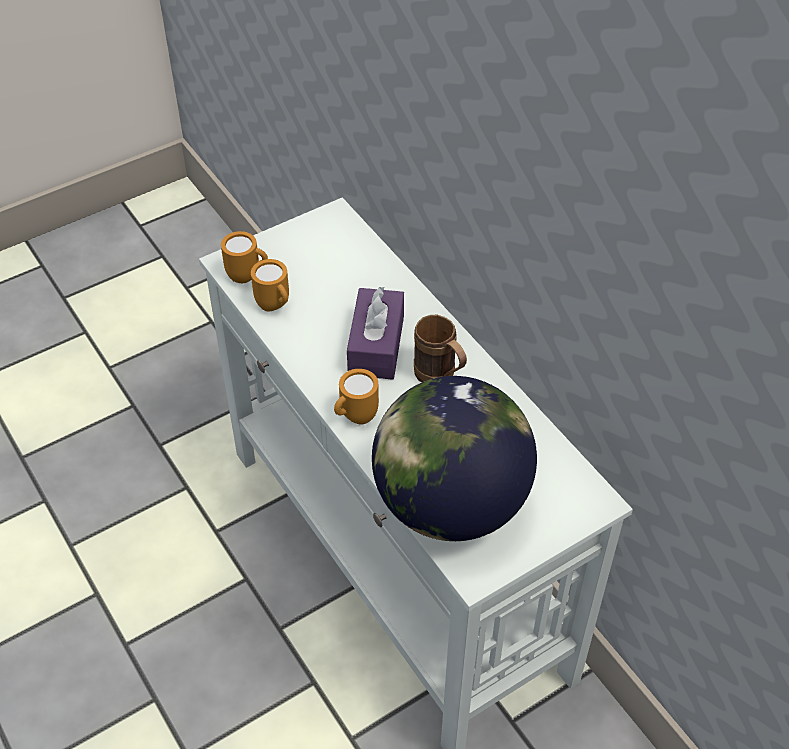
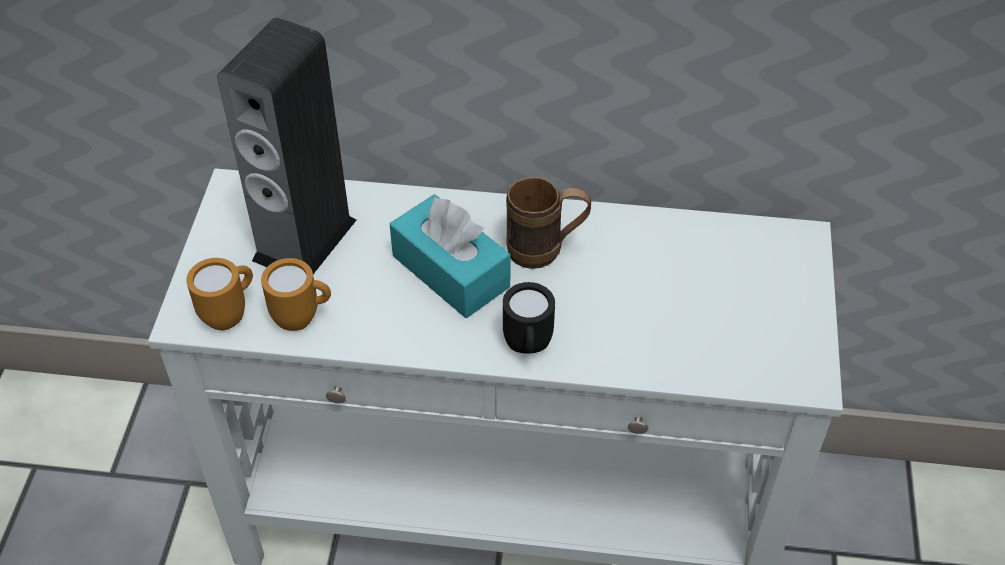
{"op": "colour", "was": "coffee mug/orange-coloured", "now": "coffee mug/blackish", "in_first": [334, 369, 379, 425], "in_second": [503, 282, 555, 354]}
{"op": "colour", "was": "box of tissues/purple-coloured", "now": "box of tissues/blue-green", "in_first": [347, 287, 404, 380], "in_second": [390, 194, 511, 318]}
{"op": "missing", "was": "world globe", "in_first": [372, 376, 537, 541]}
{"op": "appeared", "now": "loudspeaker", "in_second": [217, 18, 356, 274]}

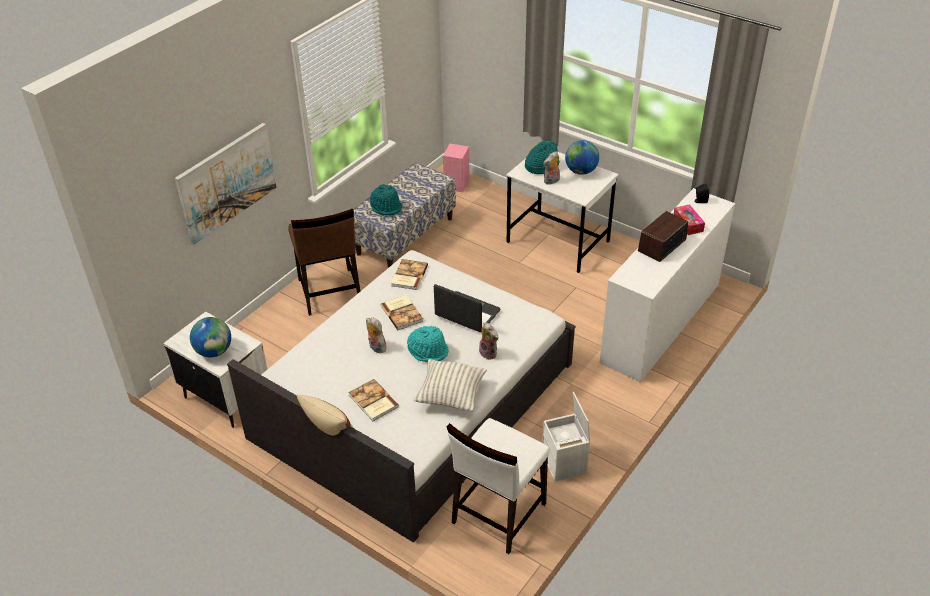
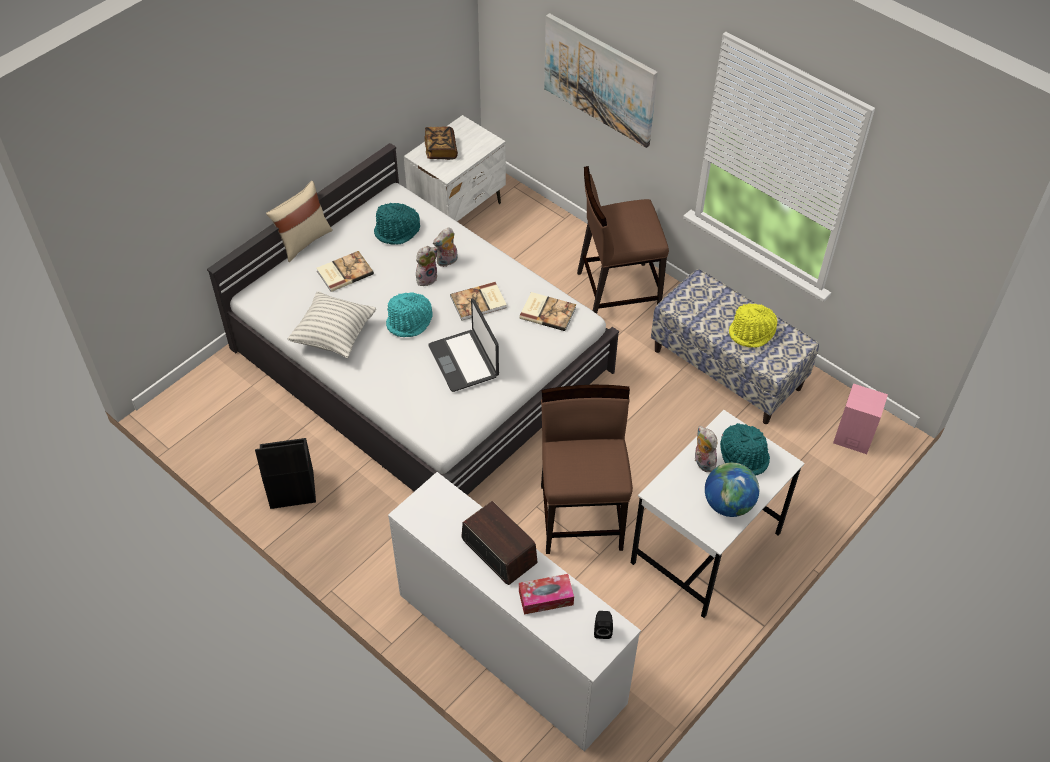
{"op": "exchanged", "was": "world globe", "now": "volume", "in_first": [190, 317, 231, 357], "in_second": [424, 126, 458, 160]}
{"op": "relocated", "was": "hat/blue-green", "in_first": [370, 184, 402, 216], "in_second": [374, 203, 420, 245]}
{"op": "spun", "was": "laptop", "in_first": [434, 284, 501, 332], "in_second": [429, 299, 499, 392], "clockwise": 120}
{"op": "missing", "was": "chair/white-coloured", "in_first": [447, 418, 550, 554]}
{"op": "relocated", "was": "cuddly toy", "in_first": [479, 322, 498, 360], "in_second": [433, 227, 458, 267]}
{"op": "colour", "was": "storage container/white-coloured", "now": "storage container/blackish", "in_first": [542, 392, 590, 482], "in_second": [255, 438, 316, 509]}
{"op": "appeared", "now": "chair/brownish", "in_second": [541, 385, 633, 554]}
{"op": "appeared", "now": "hat/yellowish", "in_second": [729, 303, 777, 348]}

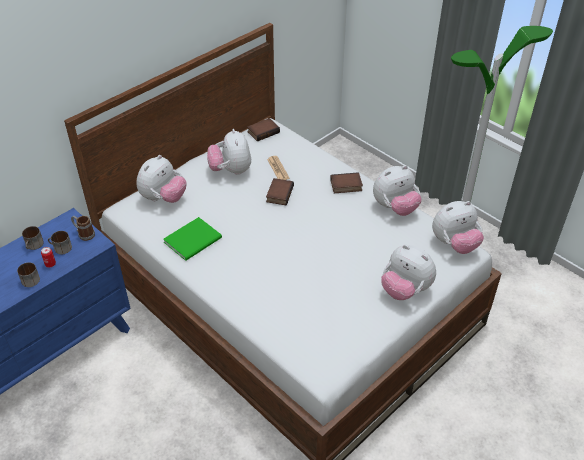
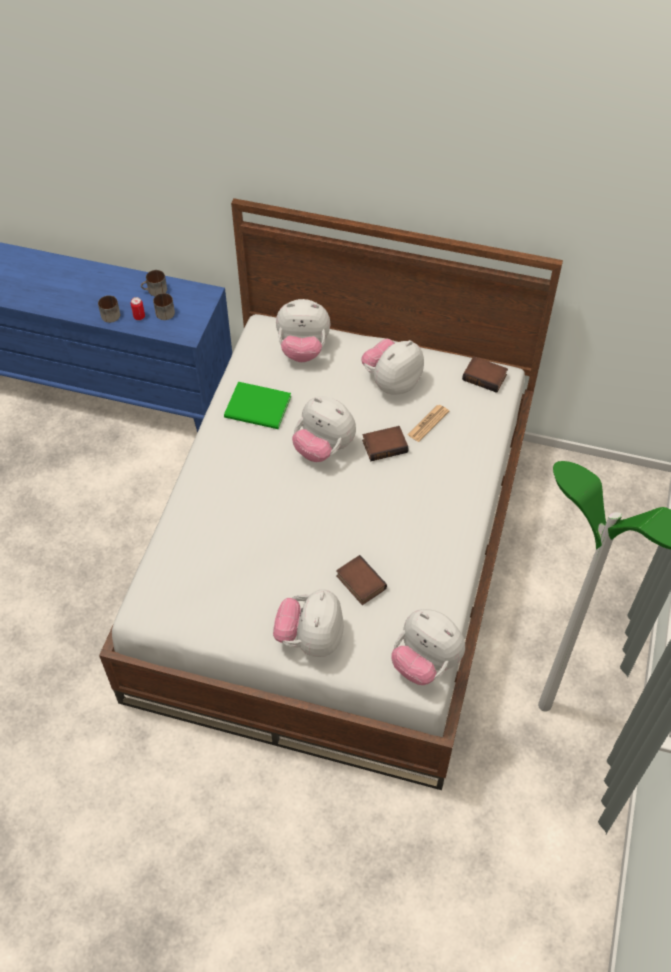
{"op": "missing", "was": "coffee mug", "in_first": [71, 216, 95, 241]}
{"op": "relocated", "was": "volume", "in_first": [330, 172, 363, 193], "in_second": [336, 555, 387, 605]}
{"op": "relocated", "was": "cuddly toy", "in_first": [373, 165, 422, 216], "in_second": [292, 397, 356, 462]}

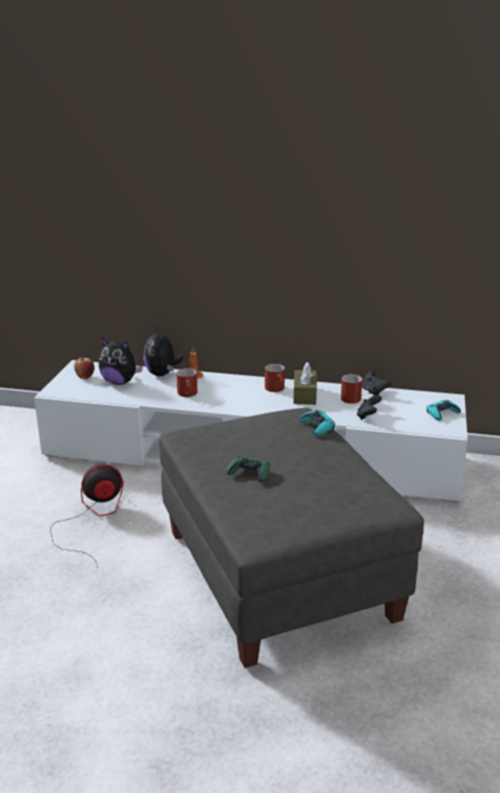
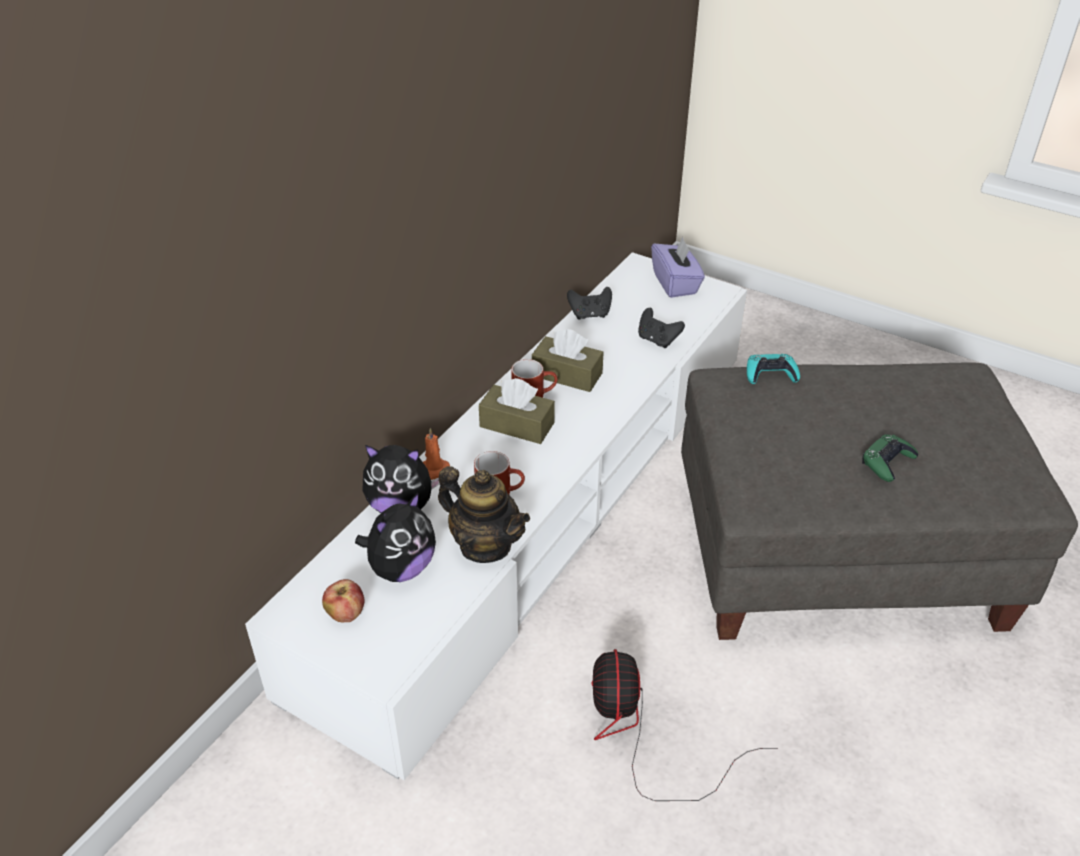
{"op": "missing", "was": "coffee mug/reddish", "in_first": [341, 374, 362, 404]}
{"op": "exchanged", "was": "joypad/blue-green", "now": "box of tissues/purple-coloured", "in_first": [427, 400, 461, 421], "in_second": [651, 237, 705, 298]}
{"op": "appeared", "now": "teapot", "in_second": [438, 466, 530, 563]}
{"op": "appeared", "now": "box of tissues/brownish", "in_second": [479, 378, 555, 444]}

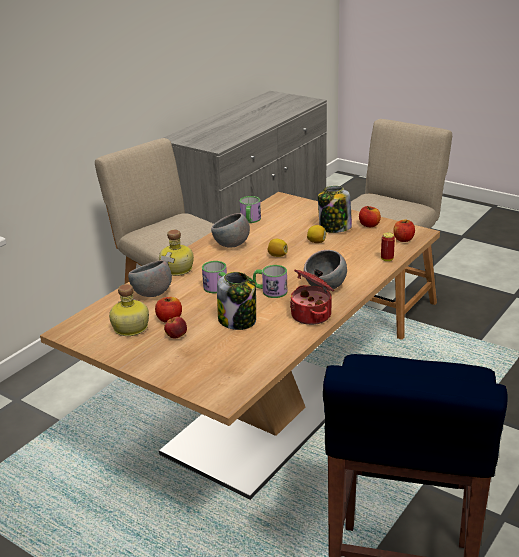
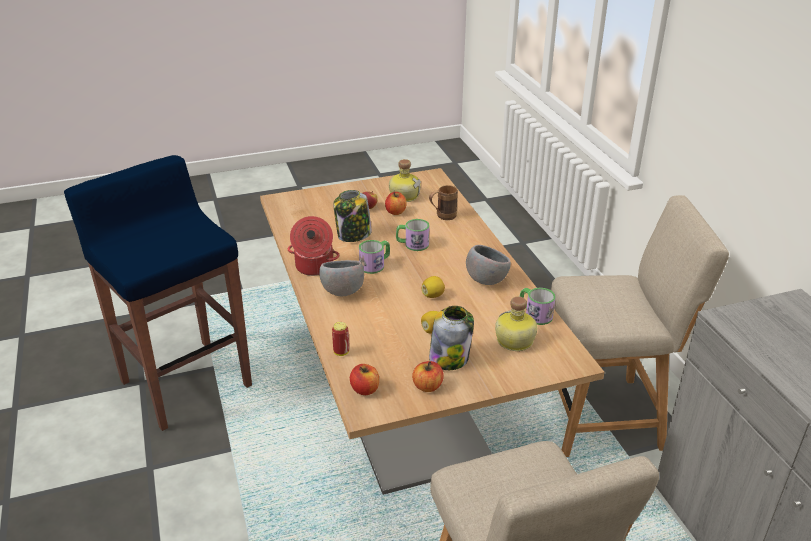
{"op": "exchanged", "was": "deep dish/grey", "now": "coffee mug/brownish", "in_first": [128, 260, 172, 297], "in_second": [429, 185, 458, 220]}
{"op": "relocated", "was": "bottle", "in_first": [159, 230, 194, 276], "in_second": [495, 296, 537, 351]}

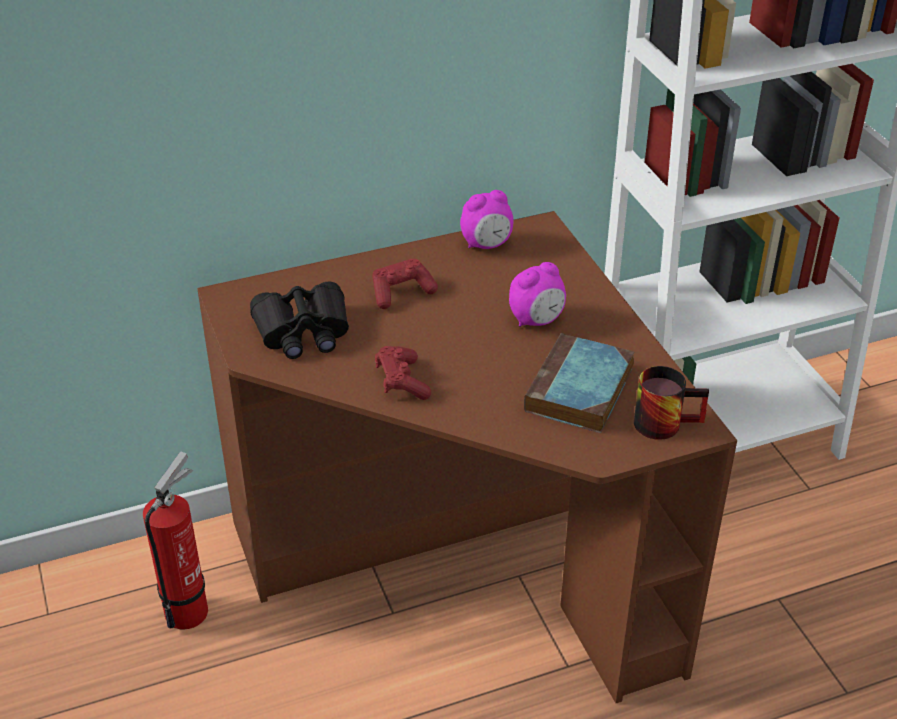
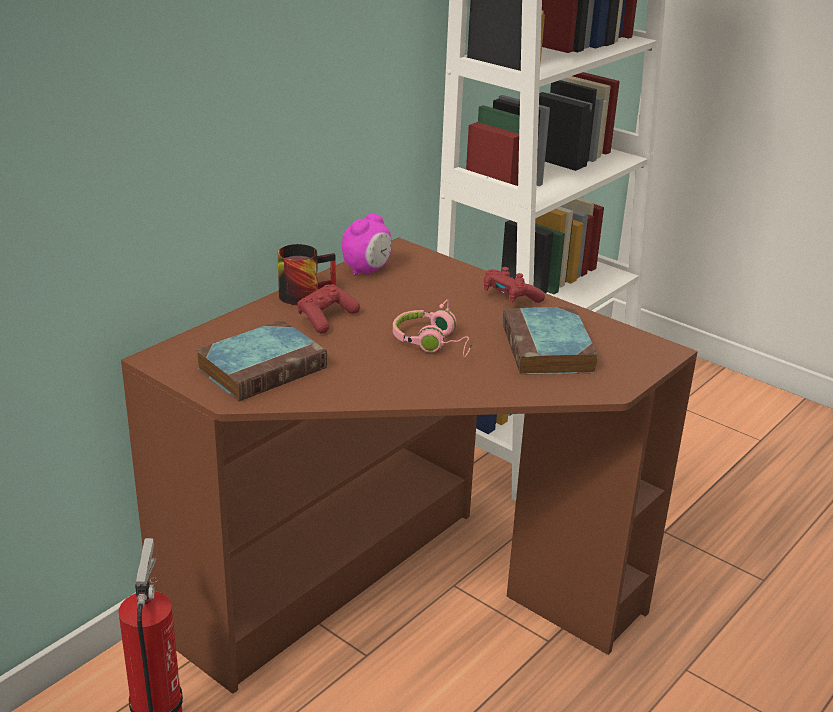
{"op": "exchanged", "was": "binoculars/blackish", "now": "volume", "in_first": [250, 282, 349, 359], "in_second": [195, 320, 327, 402]}
{"op": "relocated", "was": "joypad/reddish", "in_first": [375, 346, 431, 400], "in_second": [484, 267, 545, 303]}
{"op": "missing", "was": "table clock", "in_first": [509, 262, 566, 327]}
{"op": "relocated", "was": "coffee mug", "in_first": [634, 366, 709, 440], "in_second": [278, 244, 336, 305]}
{"op": "appeared", "now": "headset/pink", "in_second": [393, 299, 472, 358]}

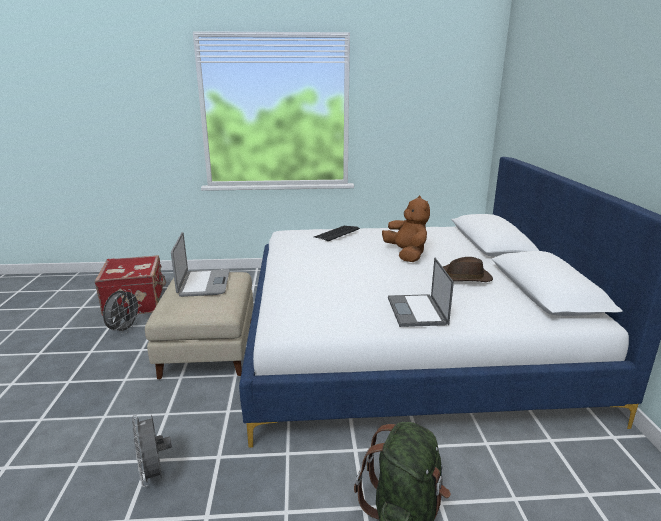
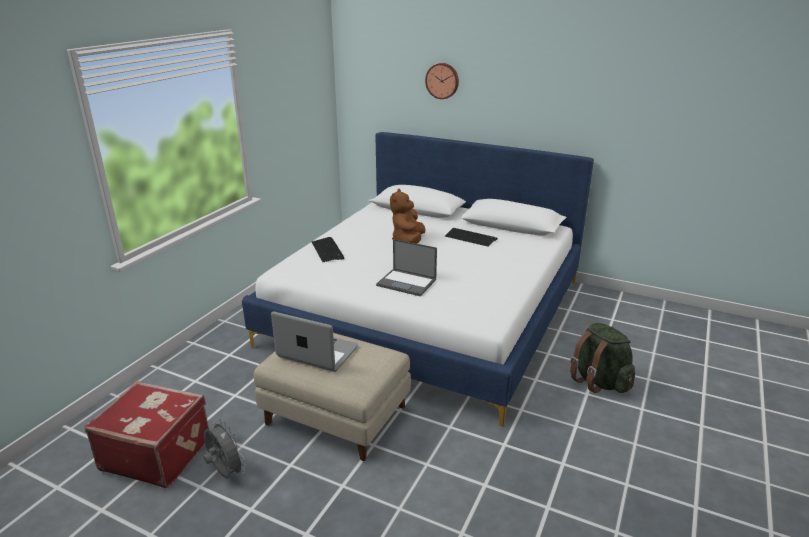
{"op": "missing", "was": "cooling fan/grey", "in_first": [132, 414, 172, 487]}
{"op": "spun", "was": "cuddly toy/brownish", "in_first": [382, 196, 430, 262], "in_second": [390, 189, 426, 244], "clockwise": -90}
{"op": "relocated", "was": "laptop", "in_first": [388, 257, 454, 327], "in_second": [376, 239, 437, 296]}
{"op": "exchanged", "was": "hat/brownish", "now": "keyboard", "in_first": [443, 257, 493, 282], "in_second": [445, 228, 498, 247]}
{"op": "appeared", "now": "clock on the wall", "in_second": [425, 63, 459, 99]}

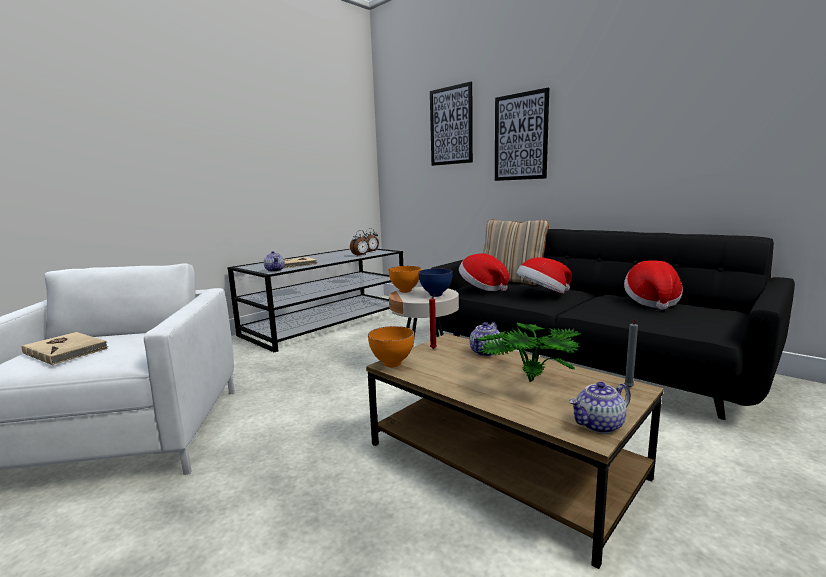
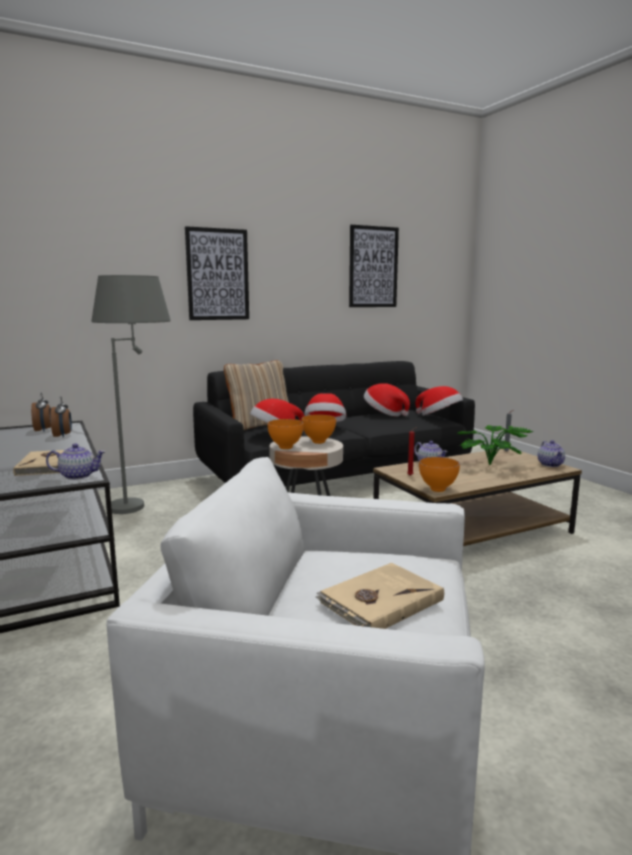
{"op": "colour", "was": "deep dish/blue-coloured", "now": "deep dish/orange-coloured", "in_first": [419, 268, 453, 297], "in_second": [302, 415, 336, 444]}
{"op": "relocated", "was": "picture", "in_first": [430, 82, 473, 166], "in_second": [349, 225, 399, 307]}
{"op": "appeared", "now": "standard lamp/grey", "in_second": [91, 275, 171, 514]}
{"op": "appeared", "now": "hat", "in_second": [415, 386, 463, 416]}

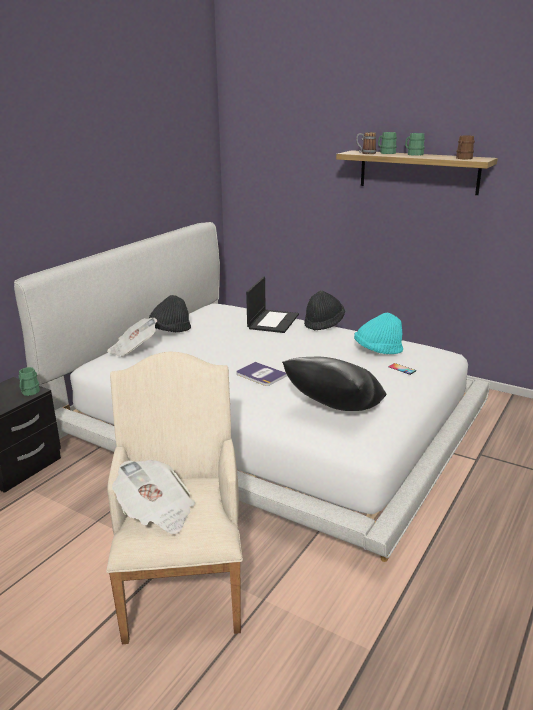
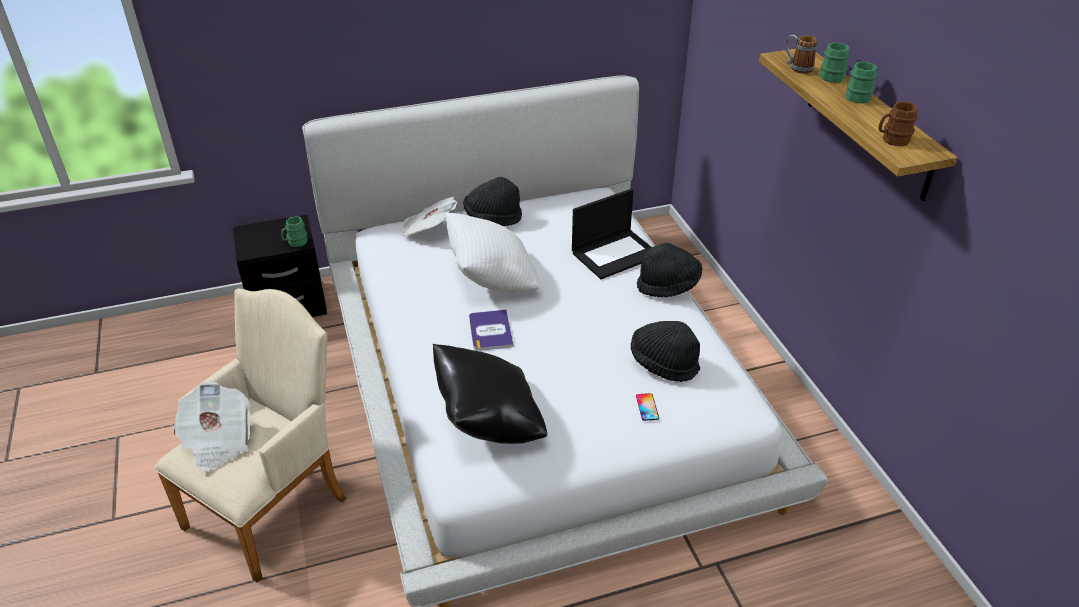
{"op": "colour", "was": "hat/blue-green", "now": "hat/blackish", "in_first": [354, 313, 403, 354], "in_second": [631, 321, 700, 382]}
{"op": "appeared", "now": "throw pillow/white-coloured", "in_second": [446, 212, 540, 293]}

